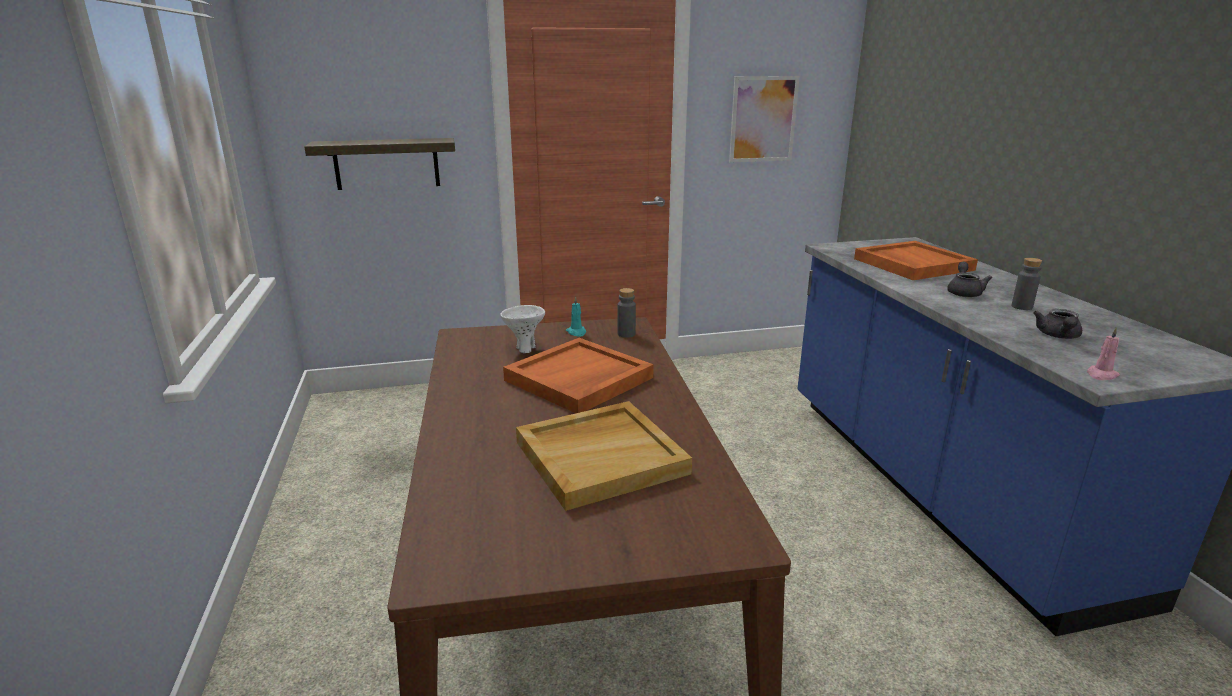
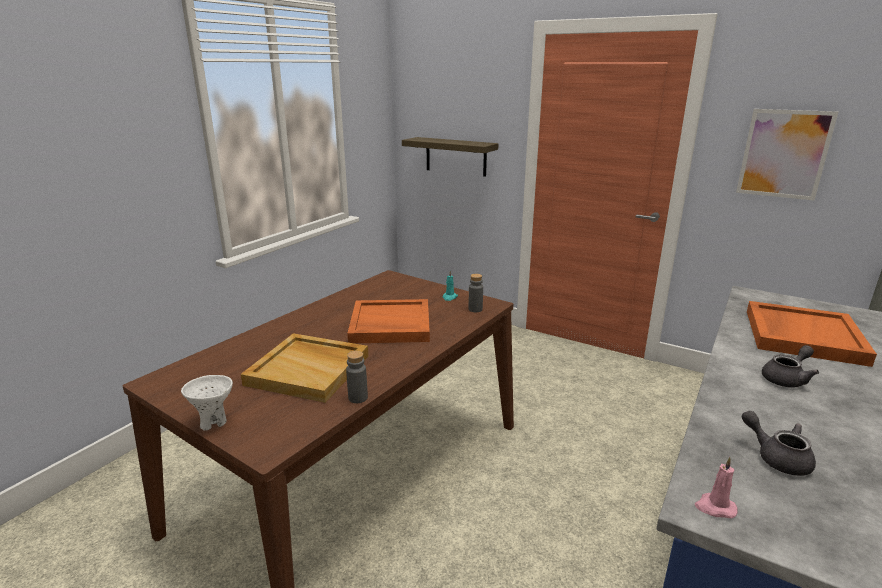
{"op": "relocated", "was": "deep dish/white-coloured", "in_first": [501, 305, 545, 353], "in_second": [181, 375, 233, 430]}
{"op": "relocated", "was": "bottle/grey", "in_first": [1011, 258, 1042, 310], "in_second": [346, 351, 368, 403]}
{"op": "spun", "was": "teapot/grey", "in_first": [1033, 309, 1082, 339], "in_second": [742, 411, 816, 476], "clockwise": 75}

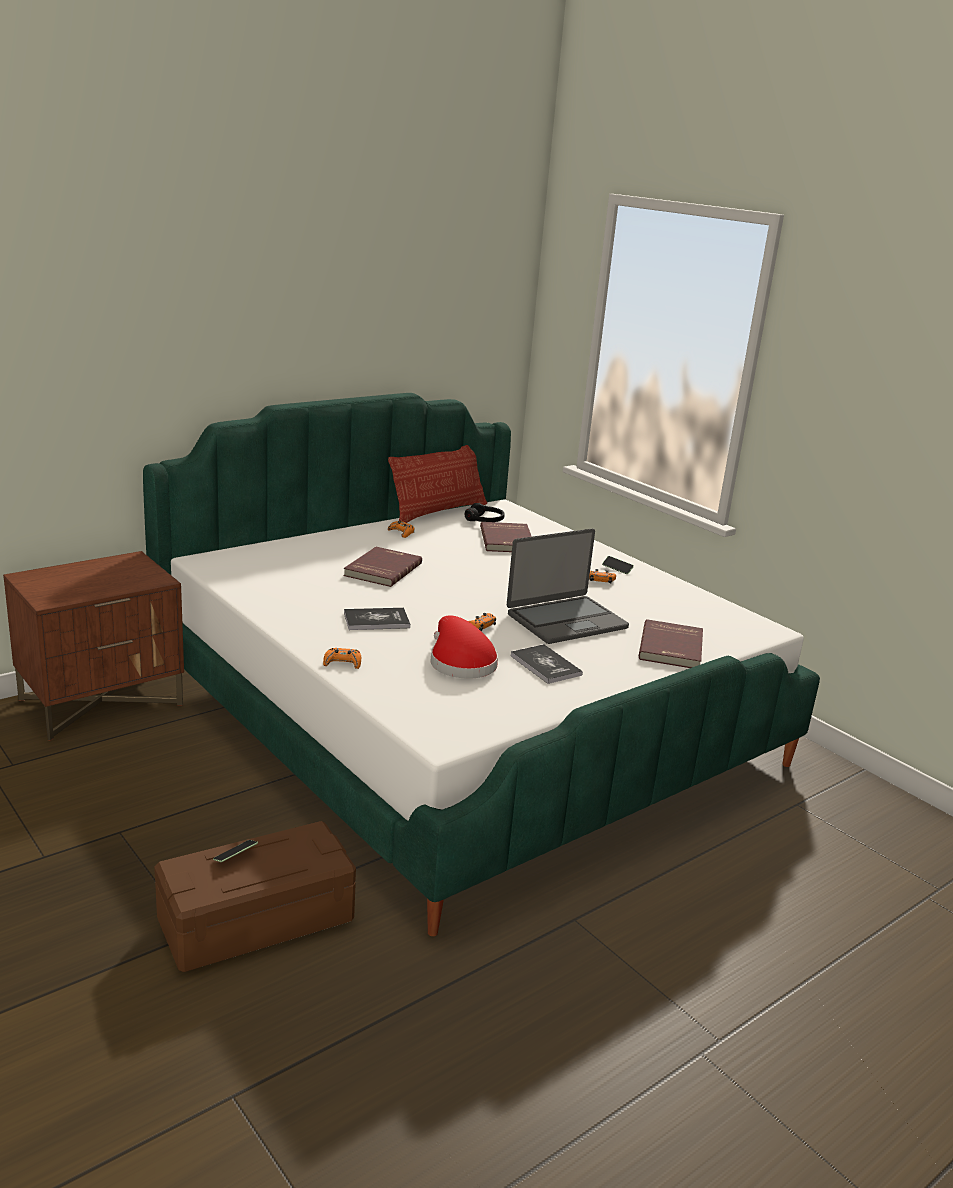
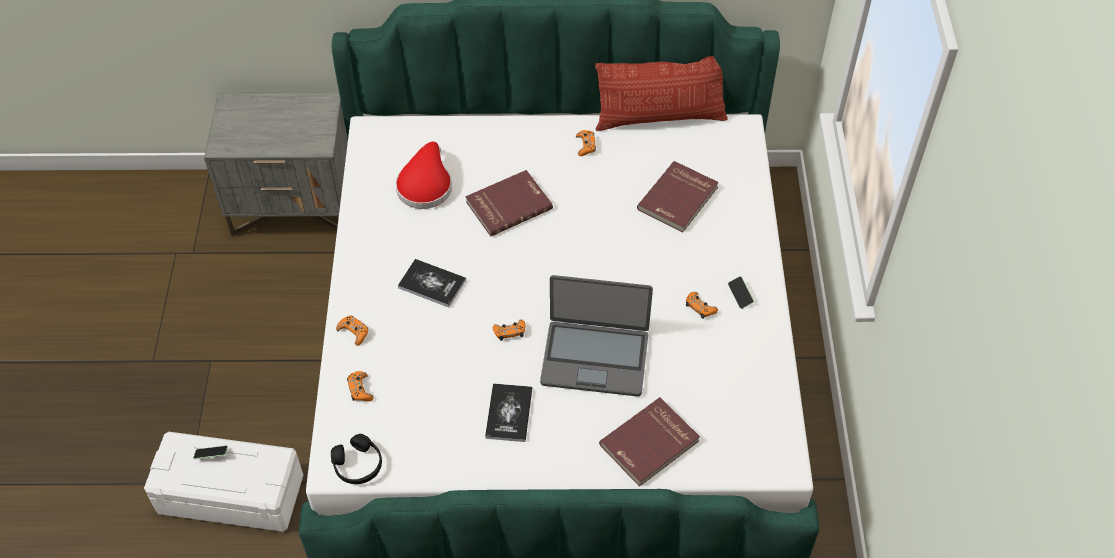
{"op": "colour", "was": "bedside table/brownish", "now": "bedside table/grey", "in_first": [3, 551, 184, 741], "in_second": [204, 92, 348, 237]}
{"op": "colour", "was": "storage container/brownish", "now": "storage container/white-coloured", "in_first": [154, 821, 356, 972], "in_second": [144, 432, 303, 532]}
{"op": "relocated", "was": "hat/reddish", "in_first": [431, 615, 498, 679], "in_second": [396, 142, 452, 209]}
{"op": "relocated", "was": "headset/blackish", "in_first": [465, 503, 505, 522], "in_second": [331, 434, 382, 484]}
{"op": "appeared", "now": "joypad/orange-coloured", "in_second": [347, 371, 374, 401]}

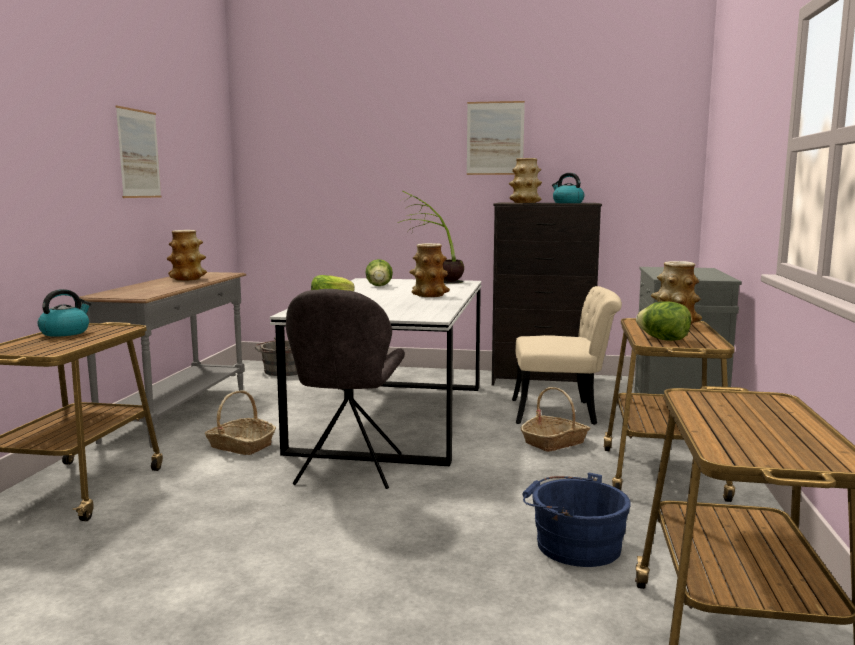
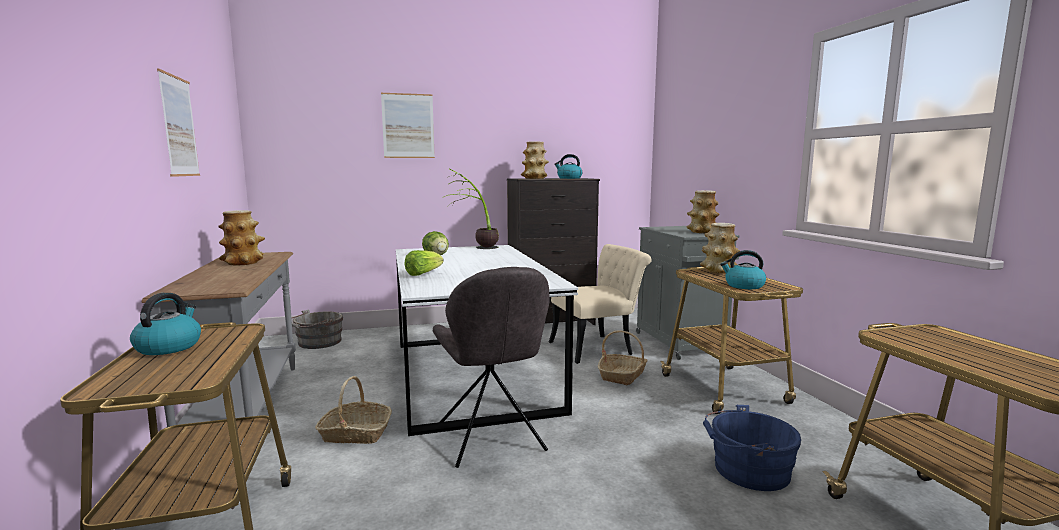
{"op": "relocated", "was": "decorative vase", "in_first": [409, 243, 450, 297], "in_second": [687, 191, 719, 233]}
{"op": "relocated", "was": "picture", "in_first": [467, 101, 525, 175], "in_second": [381, 93, 435, 158]}
{"op": "exchanged", "was": "lettuce", "now": "water kettle", "in_first": [636, 301, 691, 341], "in_second": [720, 250, 766, 289]}

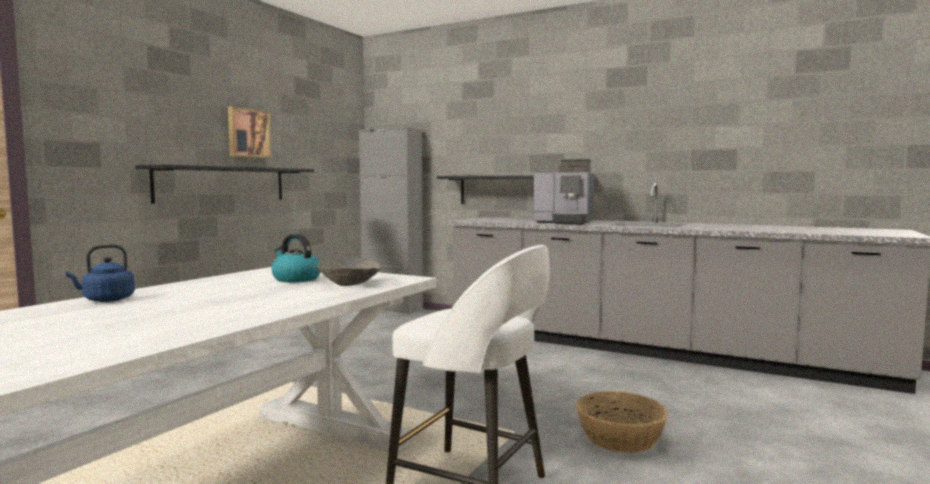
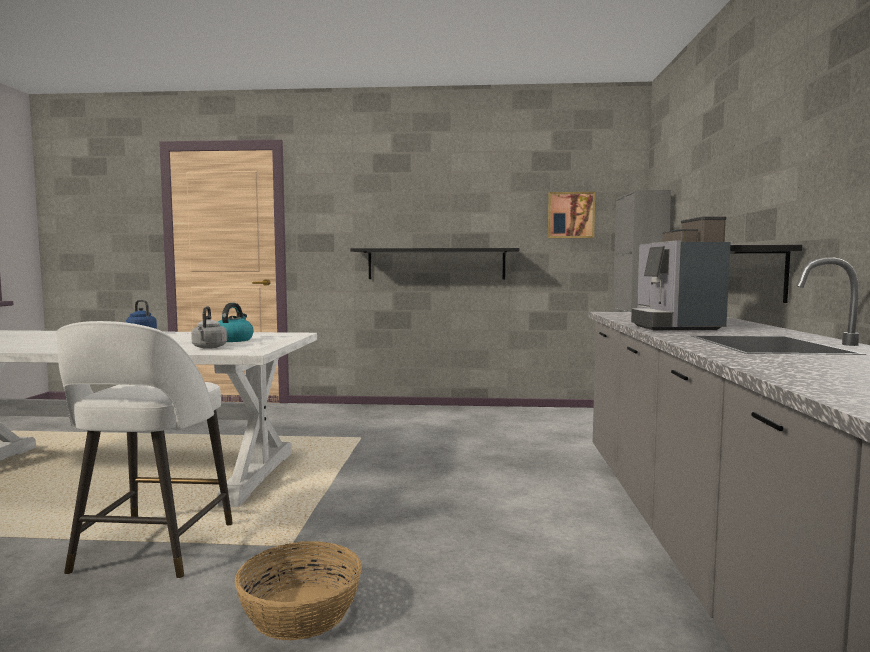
{"op": "relocated", "was": "picture", "in_first": [228, 106, 272, 158], "in_second": [548, 192, 595, 238]}
{"op": "exchanged", "was": "deep dish/grey", "now": "water kettle/grey", "in_first": [316, 257, 381, 286], "in_second": [191, 306, 227, 349]}

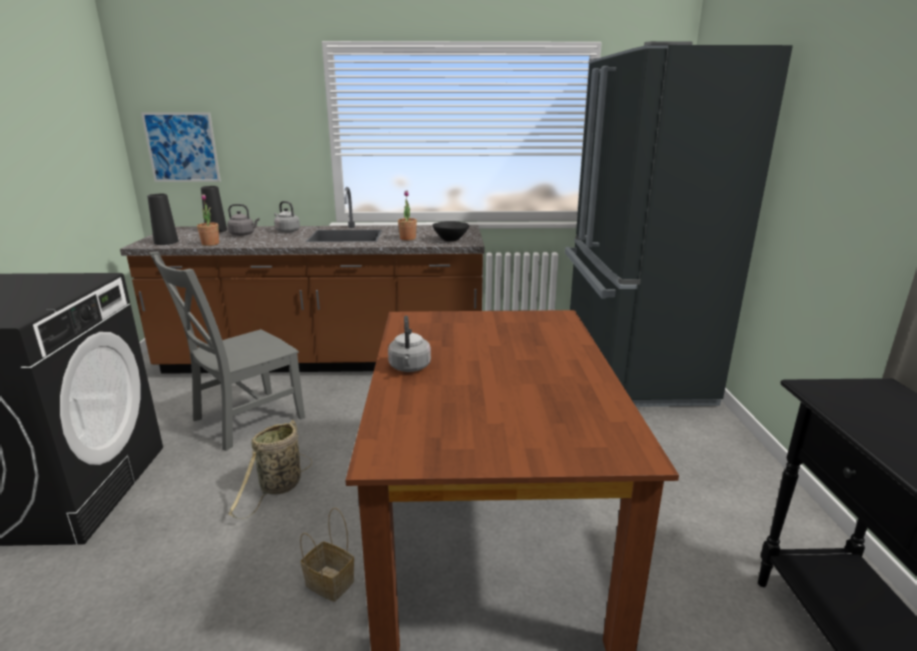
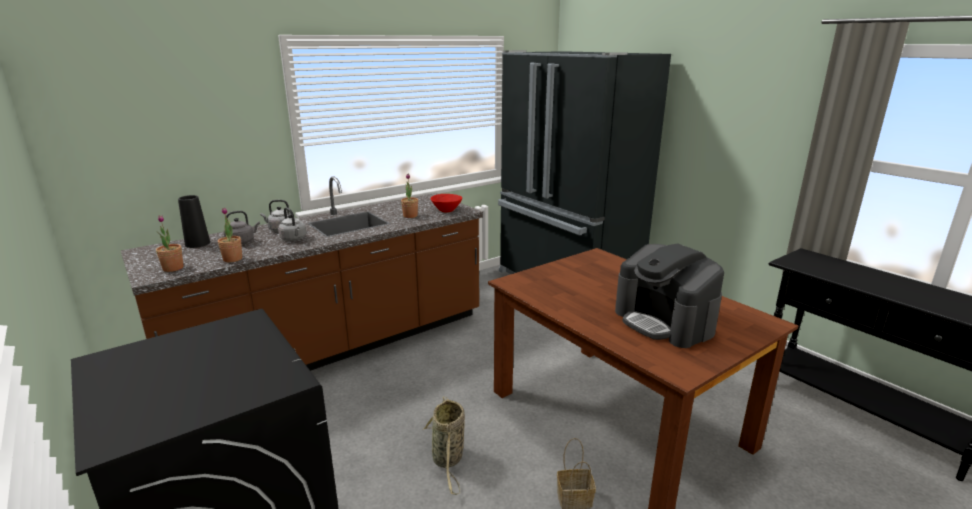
{"op": "missing", "was": "picture", "in_first": [141, 112, 221, 182]}
{"op": "exchanged", "was": "decorative vase/blackish", "now": "houseplant", "in_first": [147, 194, 179, 245], "in_second": [156, 215, 183, 272]}
{"op": "missing", "was": "chair/grey", "in_first": [149, 251, 305, 451]}
{"op": "relocated", "was": "water kettle/grey", "in_first": [388, 315, 431, 372], "in_second": [278, 207, 306, 241]}
{"op": "colour", "was": "deep dish/blackish", "now": "deep dish/reddish", "in_first": [432, 221, 469, 241], "in_second": [431, 194, 462, 212]}
{"op": "appeared", "now": "coffee brewer", "in_second": [615, 244, 724, 348]}

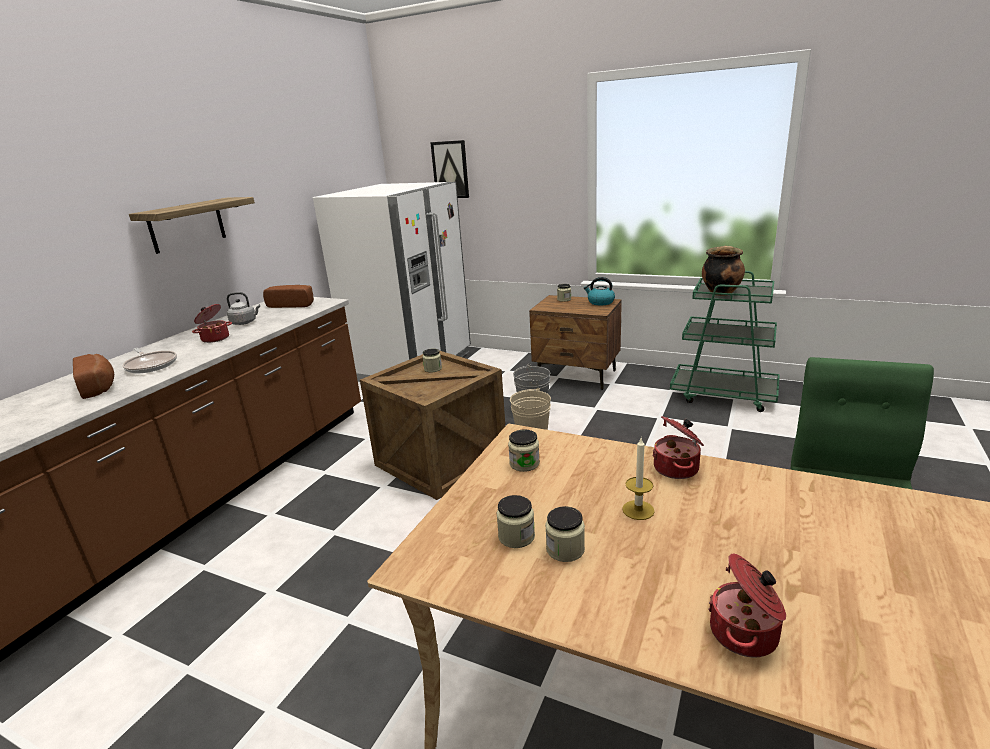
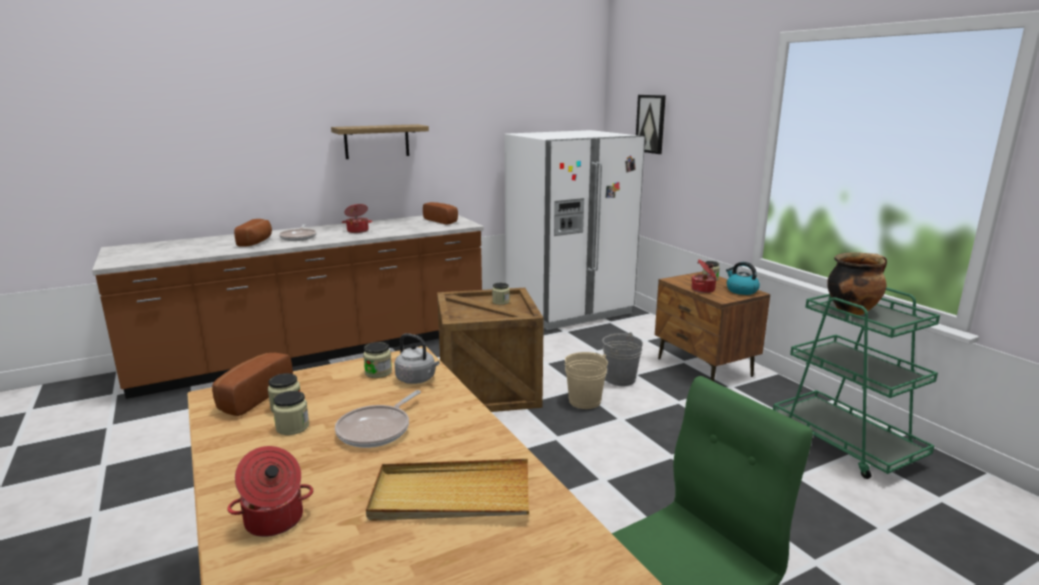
{"op": "relocated", "was": "water kettle/grey", "in_first": [227, 292, 260, 325], "in_second": [395, 333, 439, 384]}
{"op": "exchanged", "was": "candle", "now": "skillet", "in_first": [622, 438, 655, 520], "in_second": [335, 390, 421, 448]}
{"op": "relocated", "was": "cooking pot", "in_first": [652, 416, 704, 479], "in_second": [691, 259, 716, 293]}
{"op": "appeared", "now": "bakery bread", "in_second": [212, 353, 293, 416]}
{"op": "appeared", "now": "serving tray/beige-coloured", "in_second": [366, 458, 529, 521]}

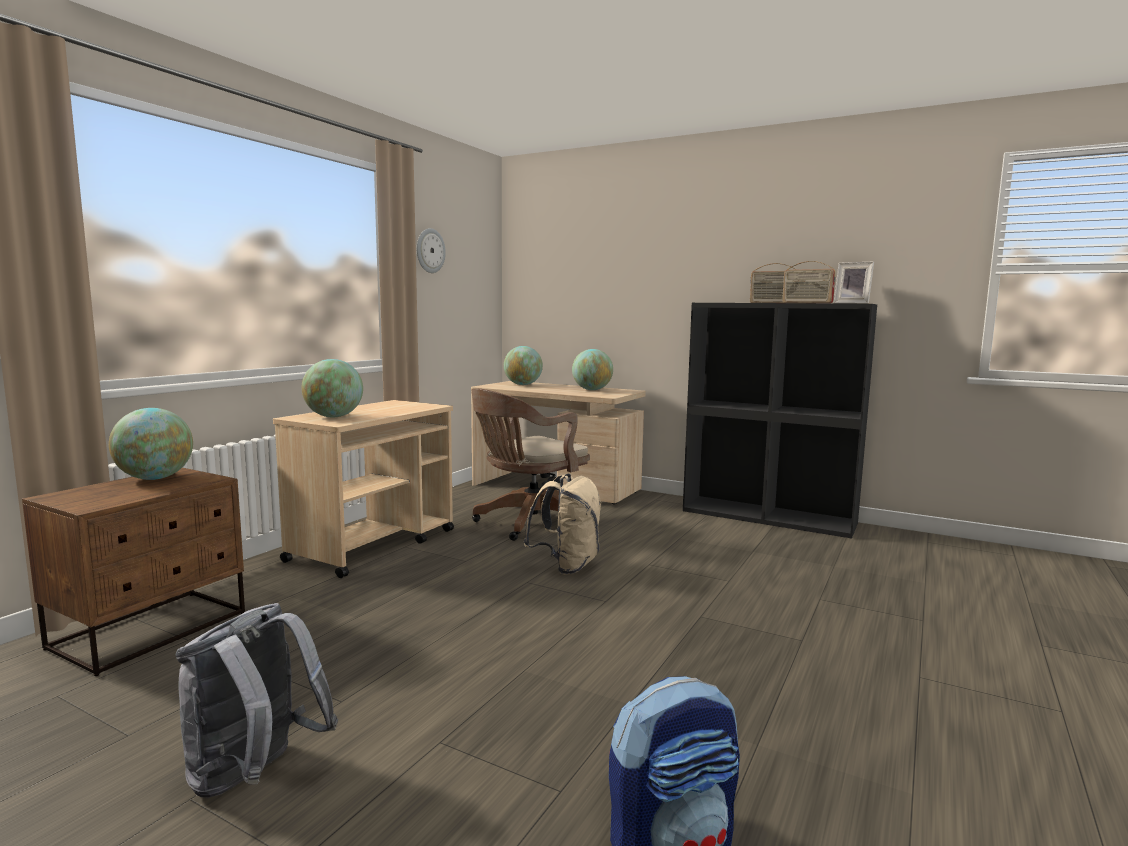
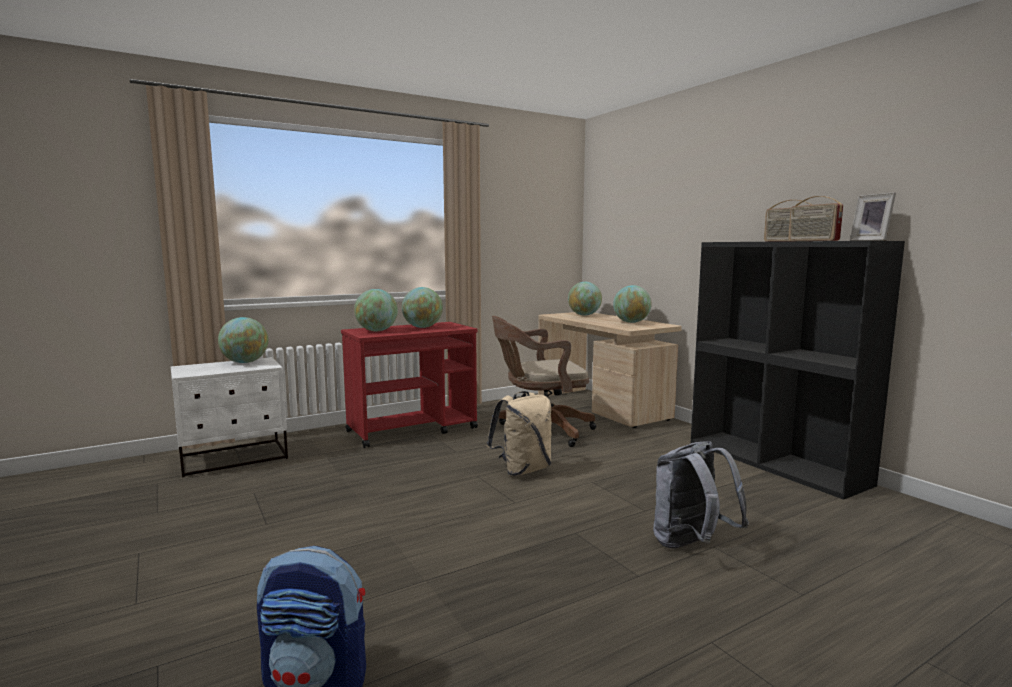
{"op": "colour", "was": "bedside table/brownish", "now": "bedside table/white-coloured", "in_first": [22, 467, 245, 676], "in_second": [171, 357, 288, 477]}
{"op": "relocated", "was": "rucksack/grey", "in_first": [176, 603, 338, 798], "in_second": [653, 441, 749, 549]}
{"op": "colour", "was": "trolley/beige-coloured", "now": "trolley/reddish", "in_first": [273, 400, 454, 578], "in_second": [341, 322, 478, 448]}
{"op": "missing", "was": "clock on the wall", "in_first": [417, 228, 446, 273]}
{"op": "appeared", "now": "world globe", "in_second": [402, 287, 443, 328]}

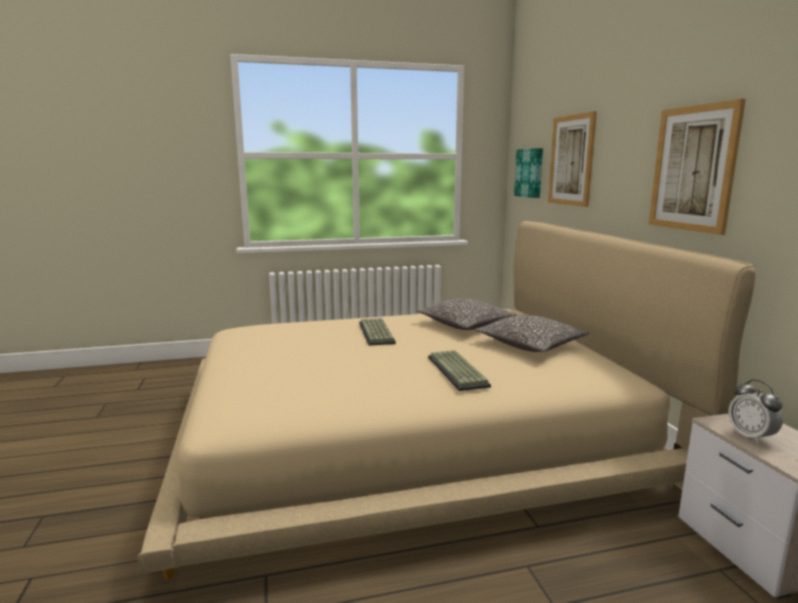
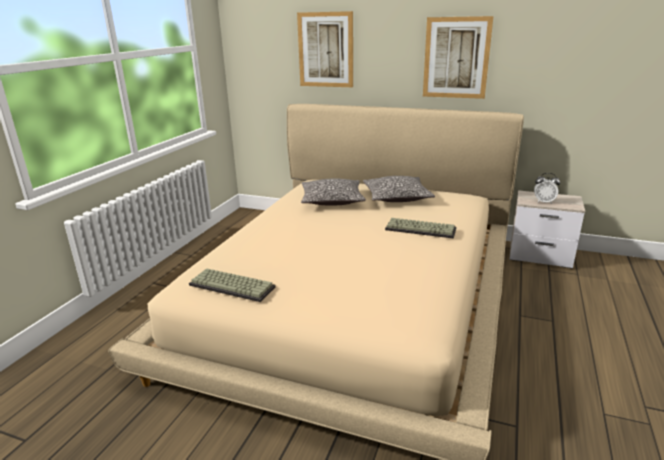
{"op": "relocated", "was": "keyboard", "in_first": [359, 318, 396, 346], "in_second": [189, 268, 276, 302]}
{"op": "missing", "was": "picture", "in_first": [514, 148, 543, 198]}

